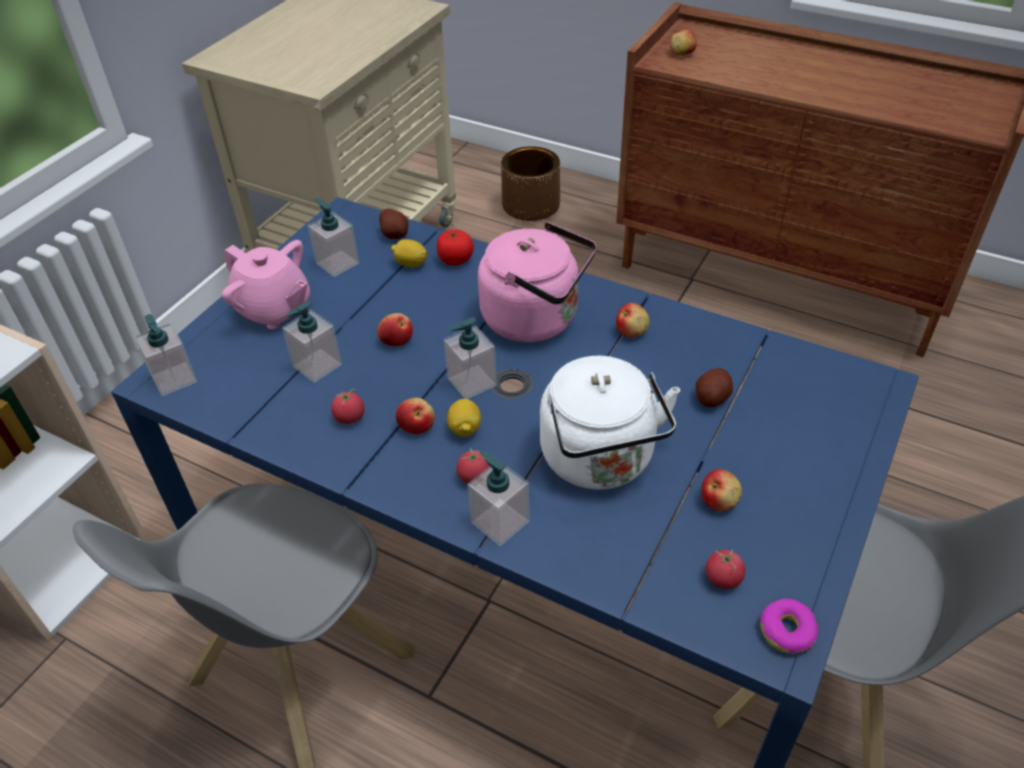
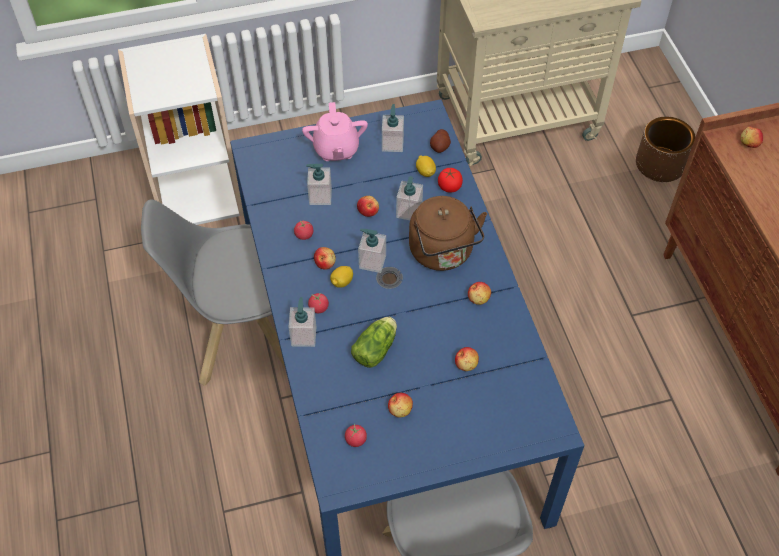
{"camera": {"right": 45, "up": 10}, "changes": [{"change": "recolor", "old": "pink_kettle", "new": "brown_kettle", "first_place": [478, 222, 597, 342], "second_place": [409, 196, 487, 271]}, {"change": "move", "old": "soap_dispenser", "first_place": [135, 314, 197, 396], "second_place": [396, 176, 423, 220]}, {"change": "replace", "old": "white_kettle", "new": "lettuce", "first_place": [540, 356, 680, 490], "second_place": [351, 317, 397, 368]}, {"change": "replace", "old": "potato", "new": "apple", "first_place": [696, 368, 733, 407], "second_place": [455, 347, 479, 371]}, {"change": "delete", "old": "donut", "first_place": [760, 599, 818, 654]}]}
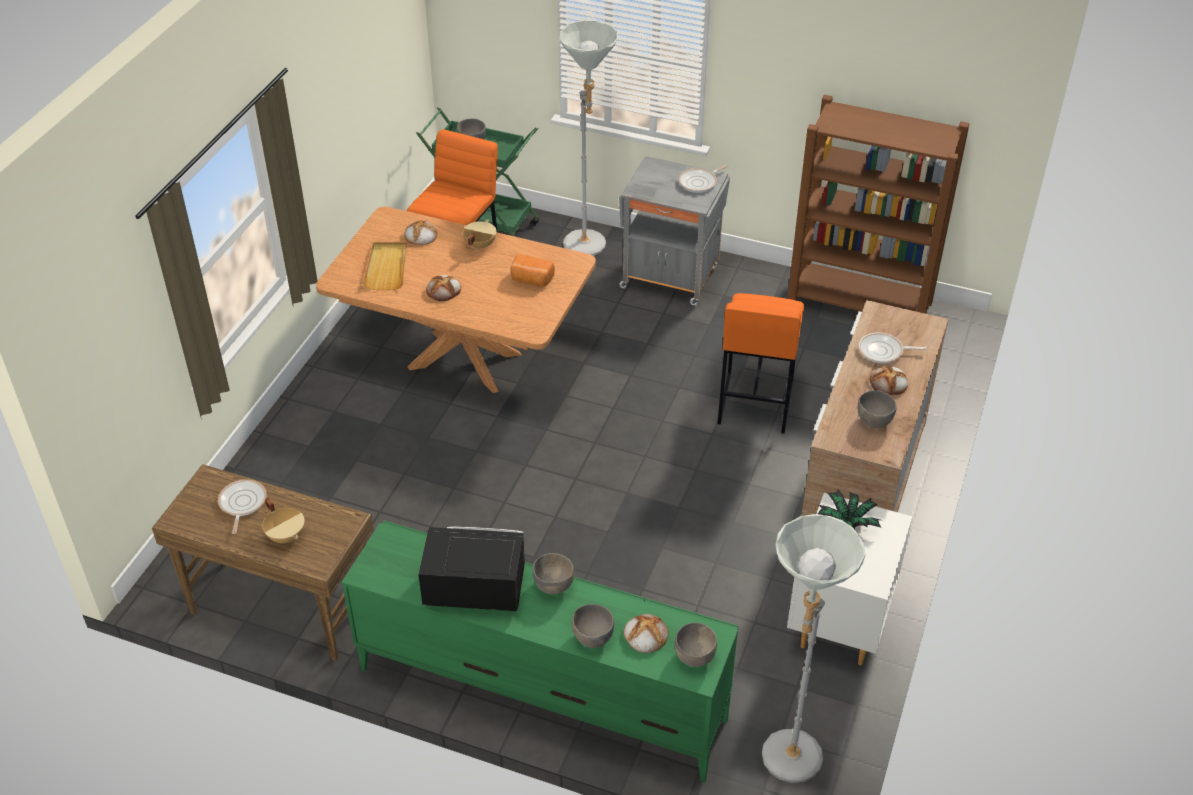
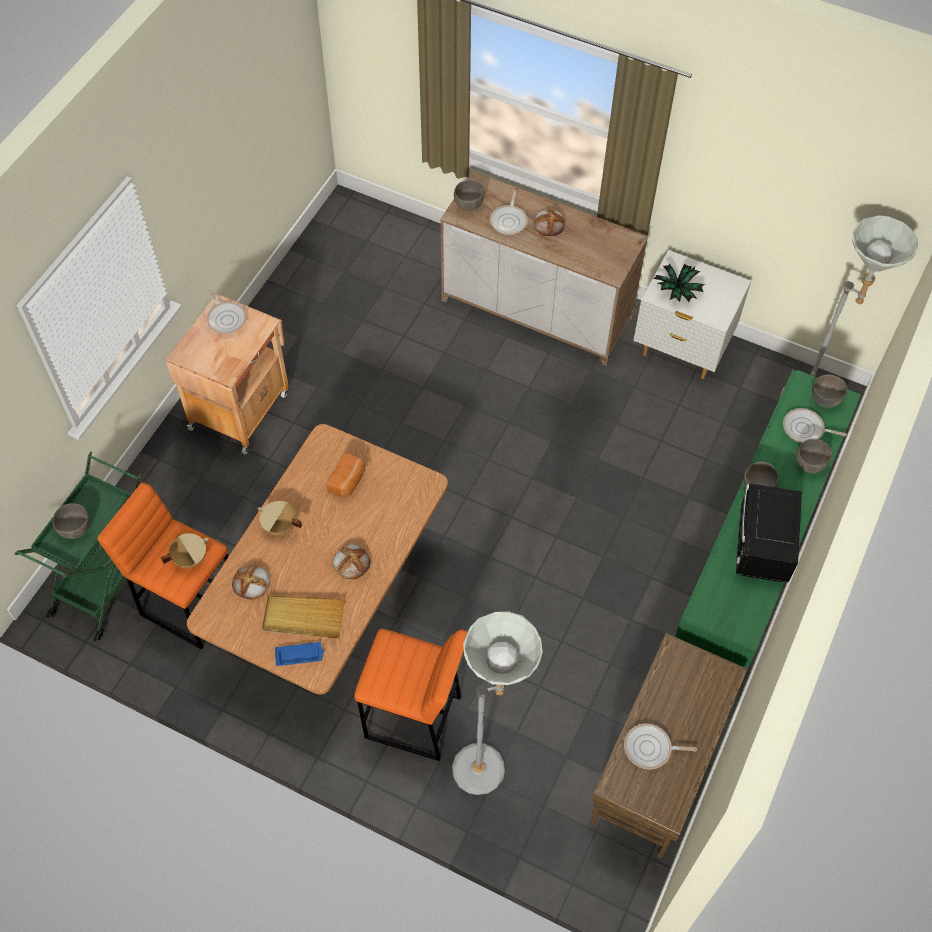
{"camera": {"right": -85, "up": 15}, "changes": [{"change": "move", "old": "grey_floor_lamp", "first_place": [559, 21, 618, 256], "second_place": [452, 611, 543, 795]}, {"change": "delete", "old": "brown_bookcase", "first_place": [787, 95, 969, 314]}, {"change": "recolor", "old": "grey_cart", "new": "brown_cart", "first_place": [619, 156, 730, 305], "second_place": [166, 294, 289, 455]}, {"change": "move", "old": "orange_stool", "first_place": [718, 293, 804, 434], "second_place": [355, 629, 468, 761]}, {"change": "move", "old": "grey_bowl", "first_place": [858, 390, 897, 428], "second_place": [454, 180, 484, 211]}, {"change": "move", "old": "beige_cooking_pot", "first_place": [262, 498, 305, 543], "second_place": [161, 533, 208, 568]}, {"change": "replace", "old": "bread", "new": "frying_pan", "first_place": [624, 614, 669, 653], "second_place": [783, 408, 847, 443]}, {"change": "insert", "new": "blue_tray", "second_place": [275, 642, 324, 666]}]}
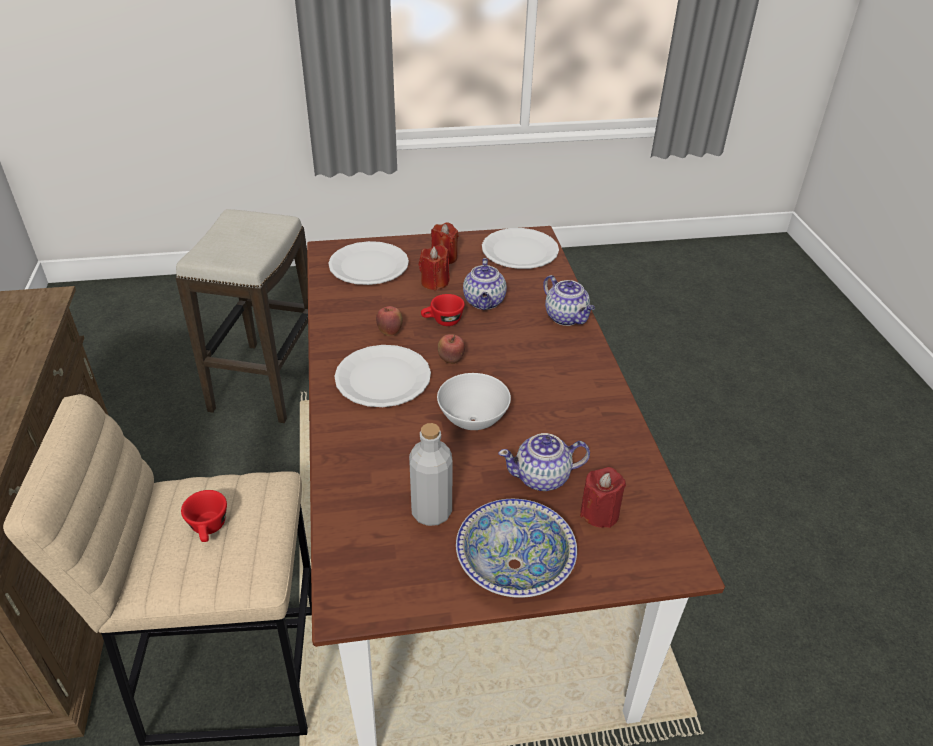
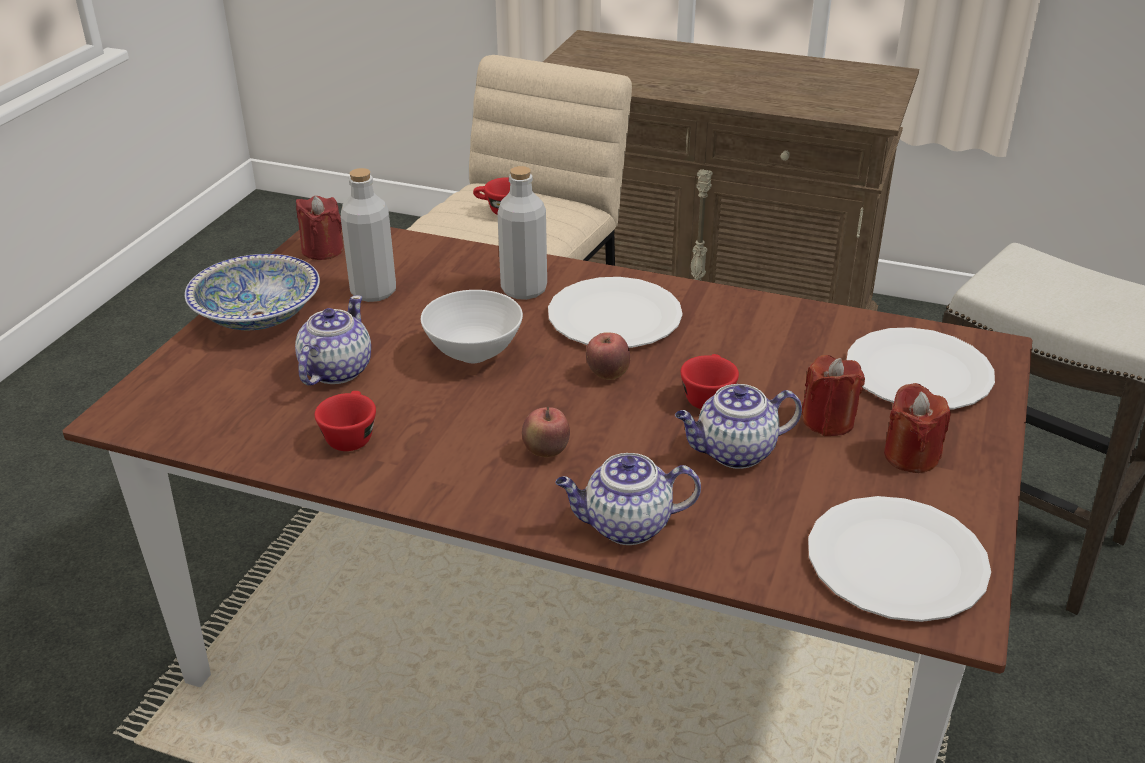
{"camera": {"right": 120, "up": -5}, "changes": [{"change": "rotate", "old": "teapot", "first_place": [463, 258, 507, 310], "second_place": [675, 384, 802, 469], "degrees": -45}, {"change": "move", "old": "apple", "first_place": [376, 306, 403, 336], "second_place": [522, 407, 570, 457]}, {"change": "move", "old": "red_candle", "first_place": [580, 467, 626, 528], "second_place": [296, 196, 344, 260]}, {"change": "insert", "new": "grey_bottle", "second_place": [497, 166, 547, 300]}, {"change": "insert", "new": "red_cup", "second_place": [315, 391, 376, 451]}]}
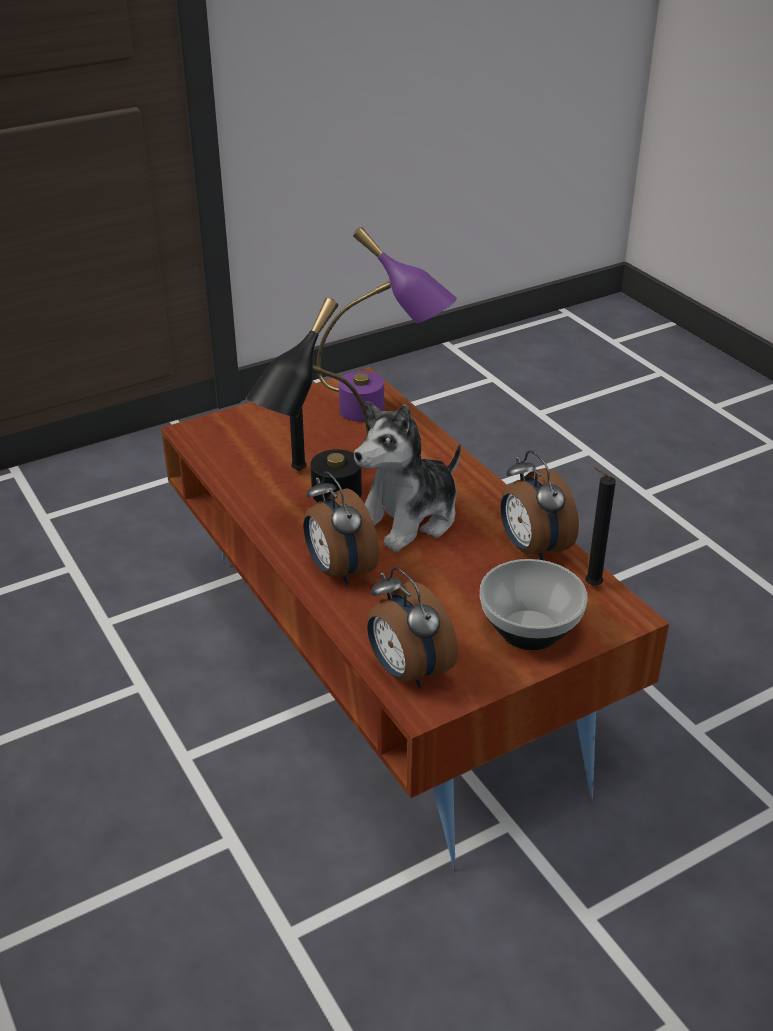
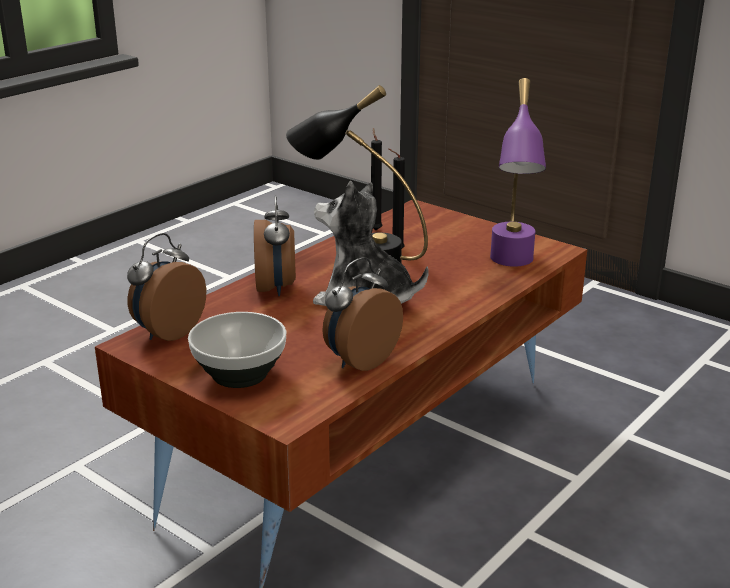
{"camera": {"right": 70, "up": -10}, "changes": [{"change": "move", "old": "black_candle", "first_place": [585, 467, 616, 586], "second_place": [371, 128, 382, 230]}, {"change": "rotate", "old": "alarm_clock", "first_place": [304, 472, 379, 585], "second_place": [254, 195, 296, 296], "degrees": 135}]}
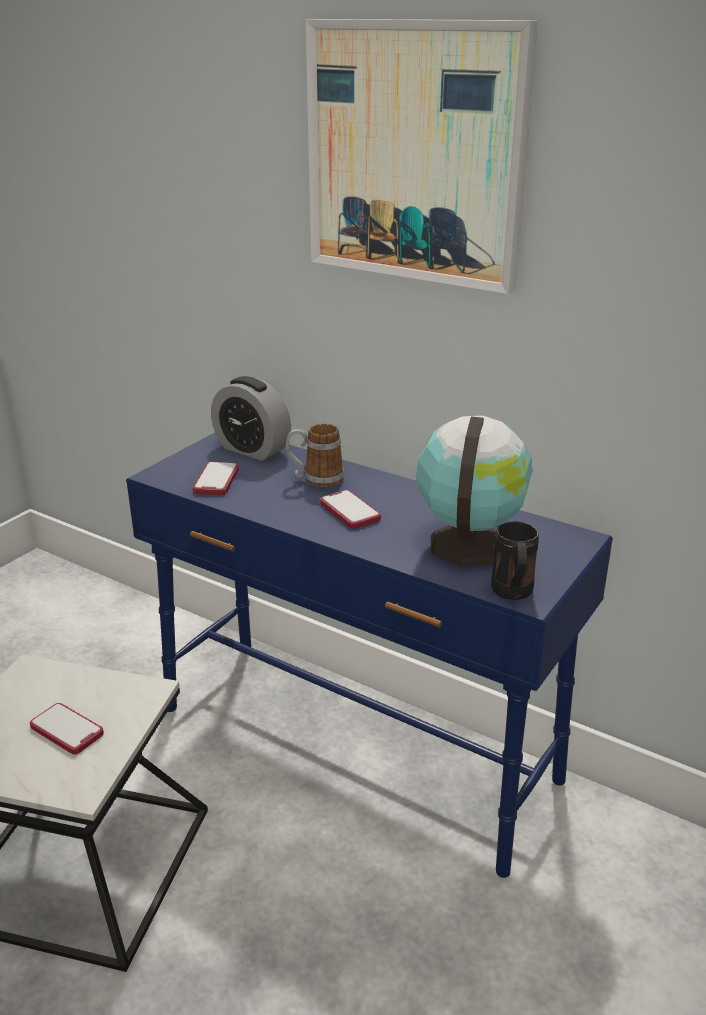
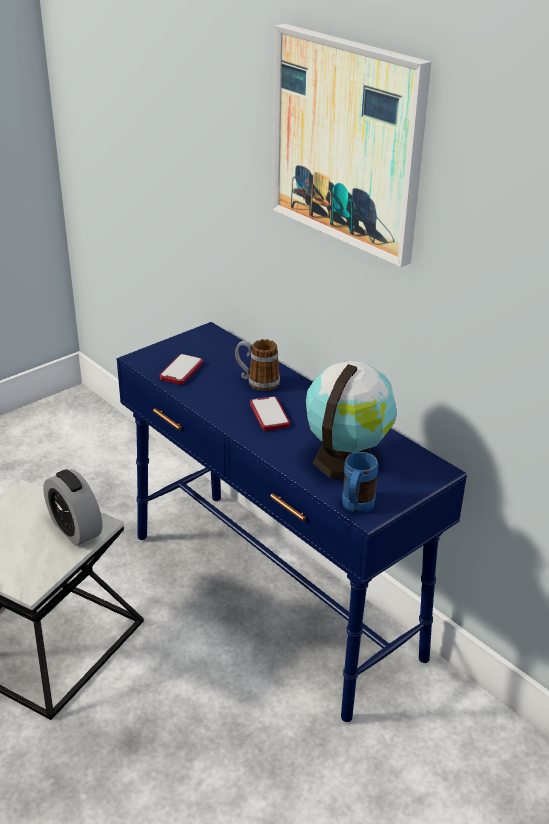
{"camera": {"right": 15, "up": 5}, "changes": [{"change": "move", "old": "alarm_clock", "first_place": [211, 376, 291, 461], "second_place": [43, 469, 102, 546]}, {"change": "recolor", "old": "black_mug", "new": "blue_mug", "first_place": [491, 521, 539, 600], "second_place": [342, 452, 378, 513]}, {"change": "delete", "old": "phone", "first_place": [30, 703, 104, 755]}]}
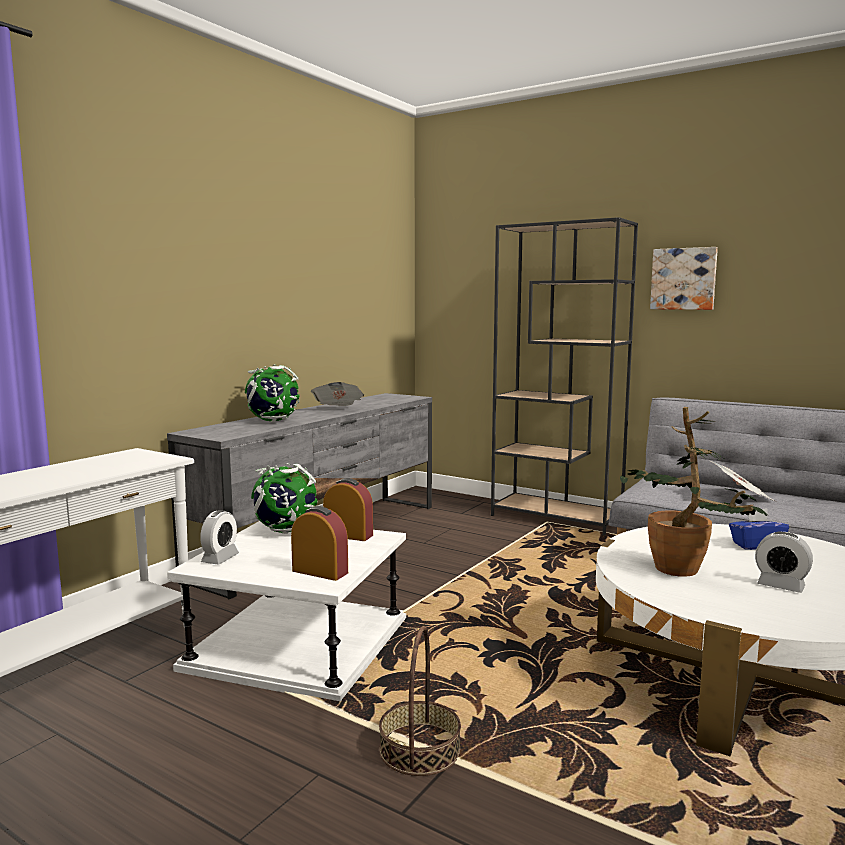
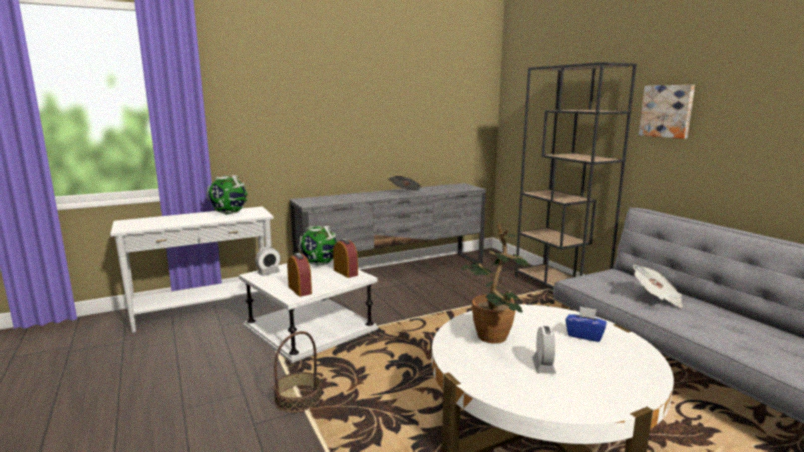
{"camera": {"right": 30, "up": 5}, "changes": [{"change": "move", "old": "globe", "first_place": [244, 365, 299, 422], "second_place": [207, 175, 248, 215]}, {"change": "rotate", "old": "alarm_clock", "first_place": [755, 532, 813, 593], "second_place": [532, 326, 556, 374], "degrees": -150}]}
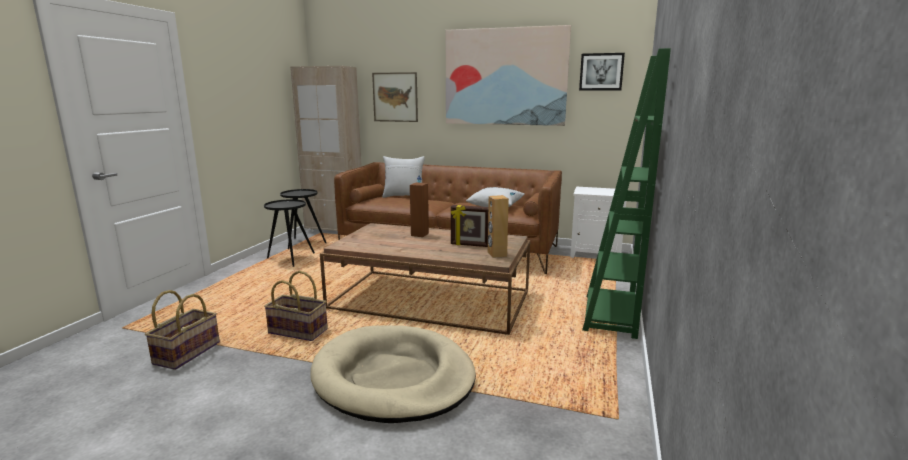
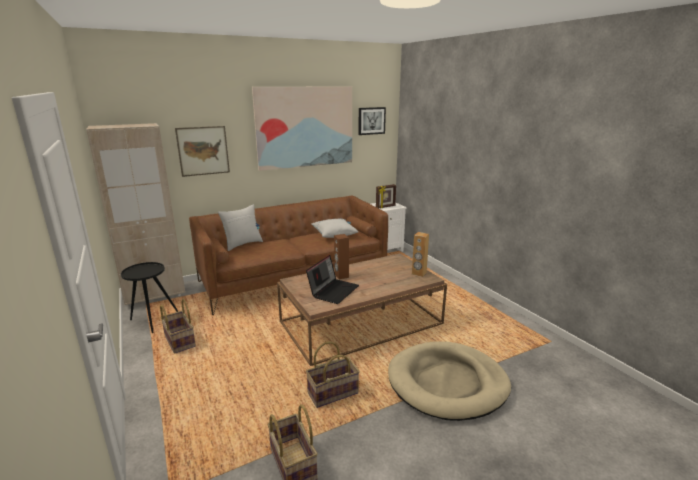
{"camera": {"right": -45, "up": 5}, "changes": [{"change": "delete", "old": "green_bookcase", "first_place": [582, 48, 671, 339]}, {"change": "replace", "old": "black_side_table", "new": "basket", "first_place": [264, 199, 315, 267], "second_place": [160, 299, 196, 354]}, {"change": "move", "old": "picture_frame", "first_place": [451, 205, 488, 247], "second_place": [376, 184, 396, 208]}, {"change": "insert", "new": "laptop", "second_place": [306, 255, 359, 304]}]}
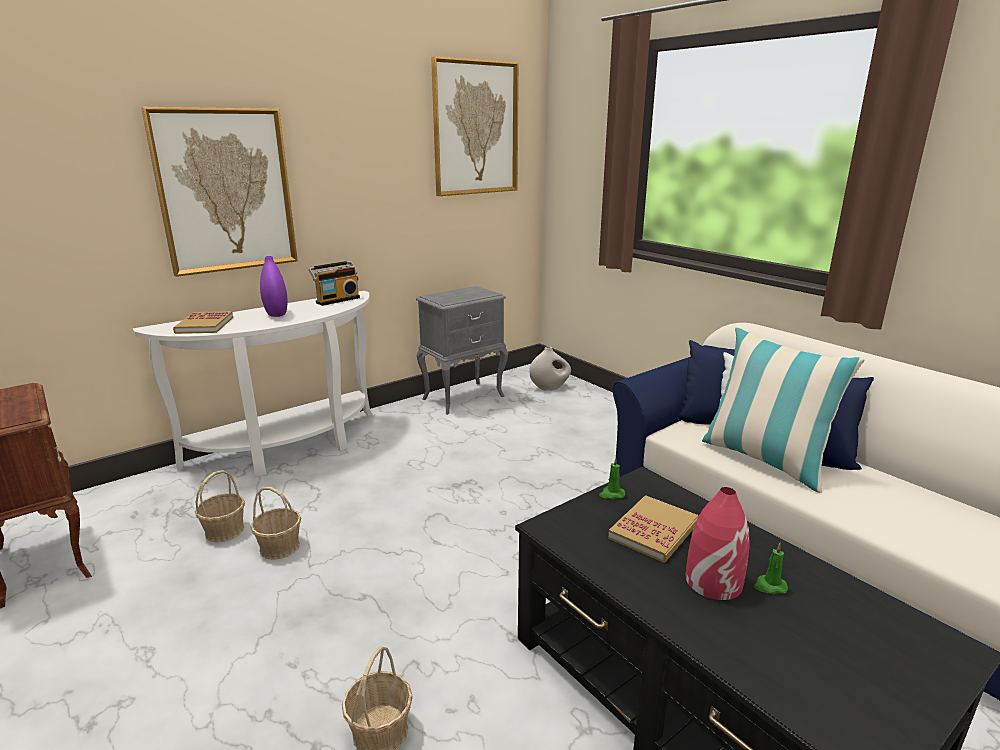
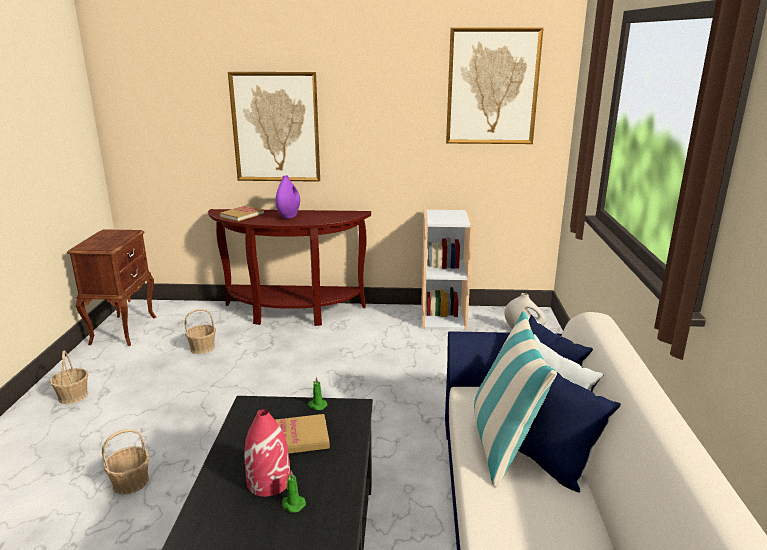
{"camera": {"right": 40, "up": 0}, "changes": [{"change": "delete", "old": "radio", "first_place": [308, 261, 360, 306]}, {"change": "replace", "old": "grey_nightstand", "new": "bookcase", "first_place": [416, 286, 508, 415], "second_place": [421, 209, 473, 330]}, {"change": "recolor", "old": "white_console_table", "new": "brown_console_table", "first_place": [133, 291, 371, 477], "second_place": [208, 209, 371, 326]}, {"change": "move", "old": "basket", "first_place": [250, 487, 301, 560], "second_place": [50, 350, 88, 404]}]}
